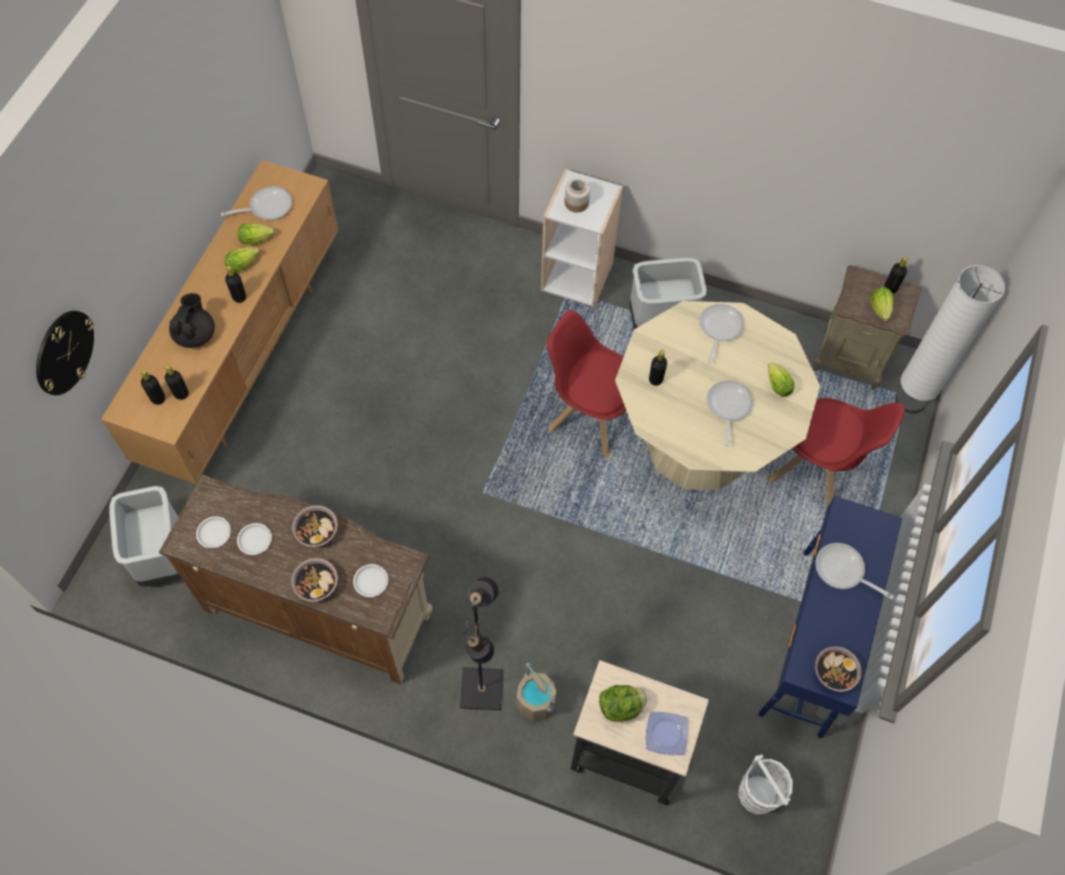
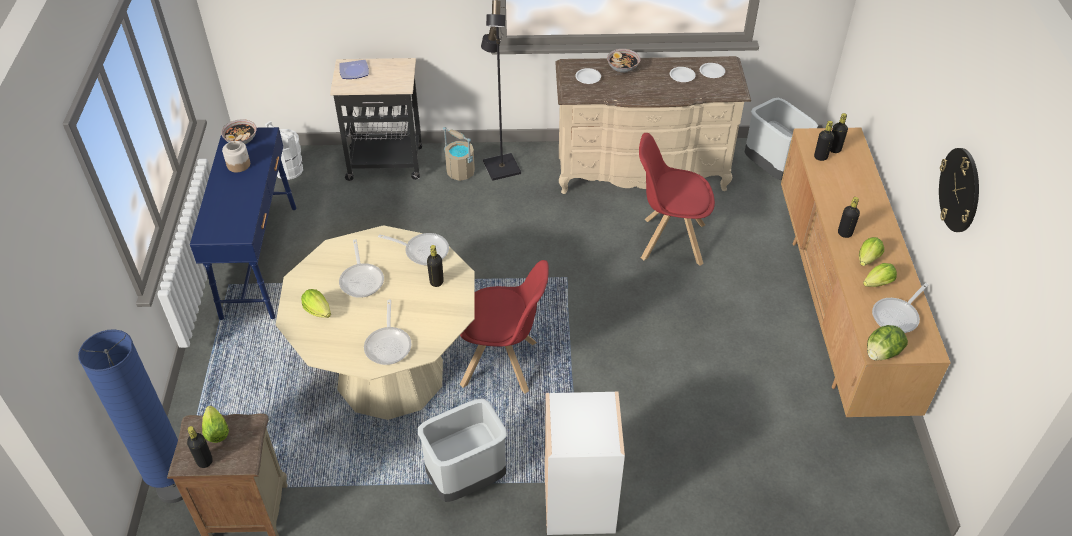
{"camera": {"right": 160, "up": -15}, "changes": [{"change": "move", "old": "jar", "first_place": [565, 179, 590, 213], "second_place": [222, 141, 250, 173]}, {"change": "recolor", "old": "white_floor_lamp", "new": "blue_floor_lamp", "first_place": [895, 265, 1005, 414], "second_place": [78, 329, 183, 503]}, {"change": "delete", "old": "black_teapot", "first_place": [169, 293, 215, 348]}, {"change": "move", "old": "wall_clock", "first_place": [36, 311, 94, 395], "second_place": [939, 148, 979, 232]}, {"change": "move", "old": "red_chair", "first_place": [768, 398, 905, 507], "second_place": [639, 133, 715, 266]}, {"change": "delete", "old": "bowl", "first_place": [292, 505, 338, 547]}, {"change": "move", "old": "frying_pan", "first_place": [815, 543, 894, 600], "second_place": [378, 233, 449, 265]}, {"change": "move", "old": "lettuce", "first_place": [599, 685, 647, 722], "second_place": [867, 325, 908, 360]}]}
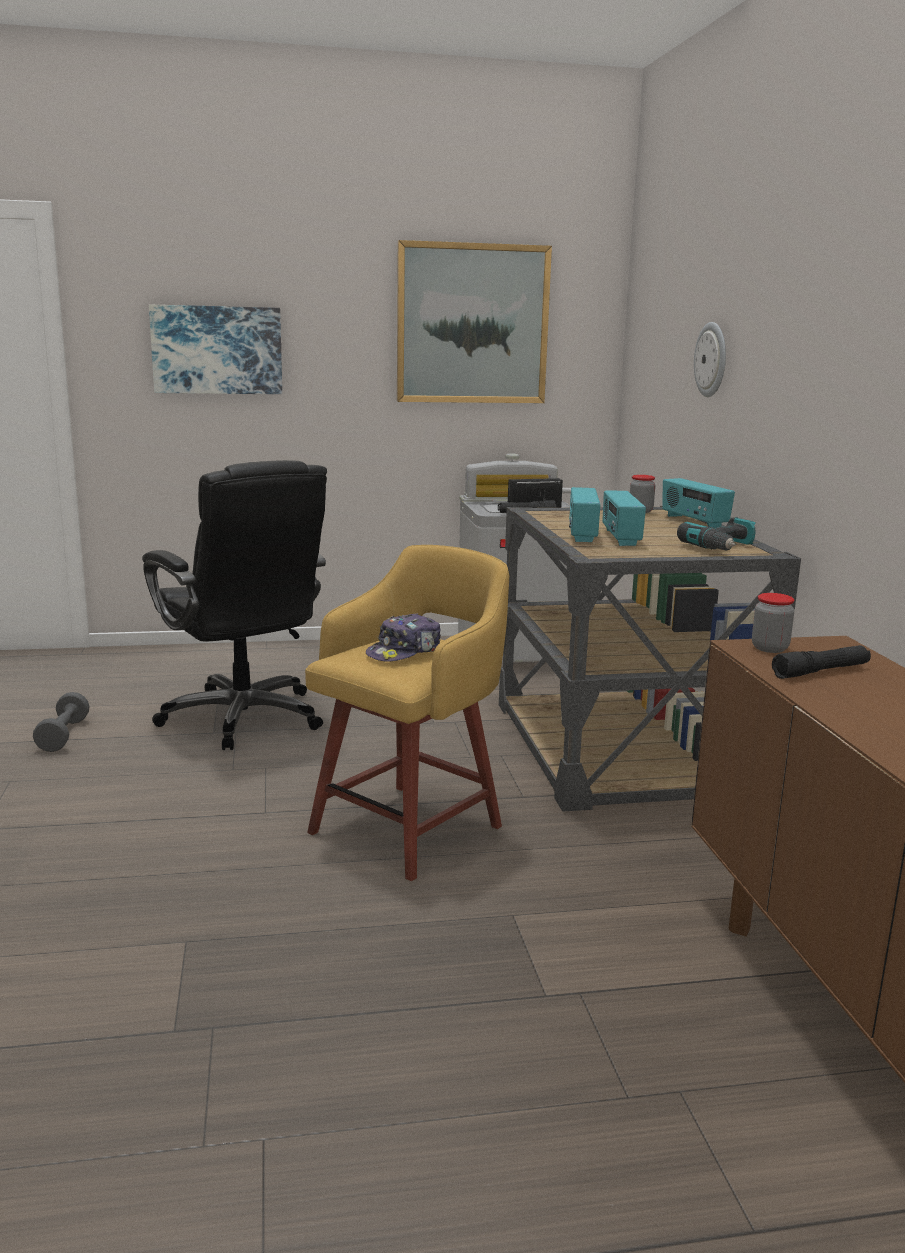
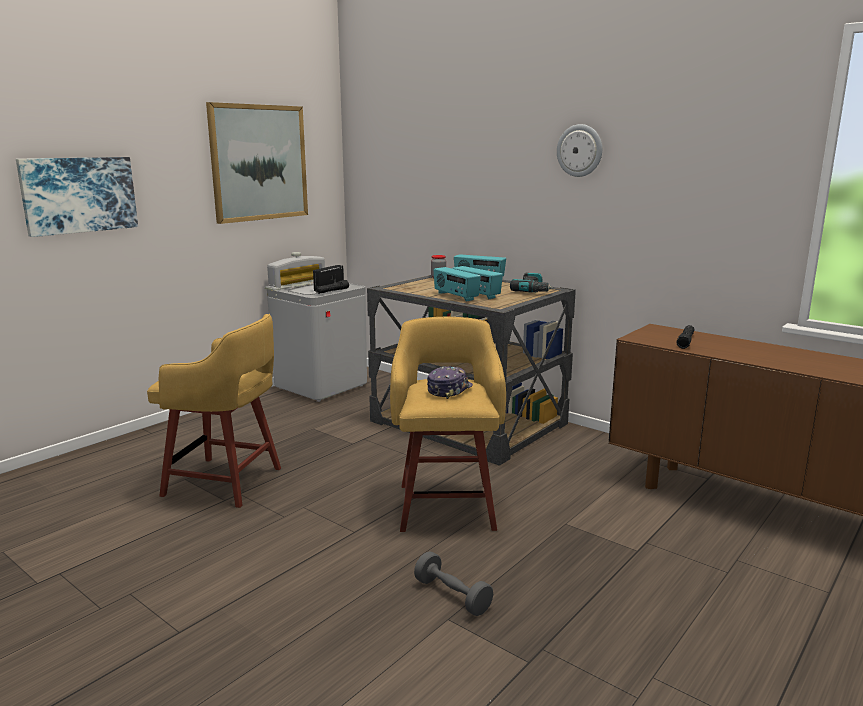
{"camera": {"right": -40, "up": 0}, "changes": [{"change": "move", "old": "wall_clock", "first_place": [694, 322, 726, 397], "second_place": [557, 124, 602, 177]}, {"change": "replace", "old": "black_office_chair", "new": "yellow_stool", "first_place": [142, 460, 327, 750], "second_place": [147, 314, 281, 508]}, {"change": "delete", "old": "jar", "first_place": [752, 593, 794, 653]}, {"change": "rotate", "old": "cap", "first_place": [366, 613, 441, 662], "second_place": [427, 366, 473, 399], "degrees": -150}, {"change": "move", "old": "grey_dumbbell", "first_place": [33, 692, 90, 752], "second_place": [414, 551, 493, 616]}]}
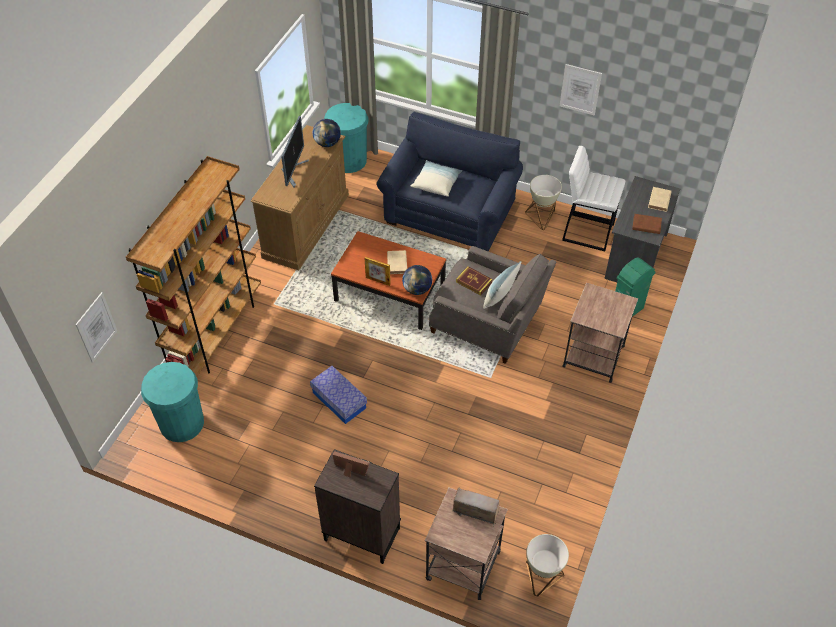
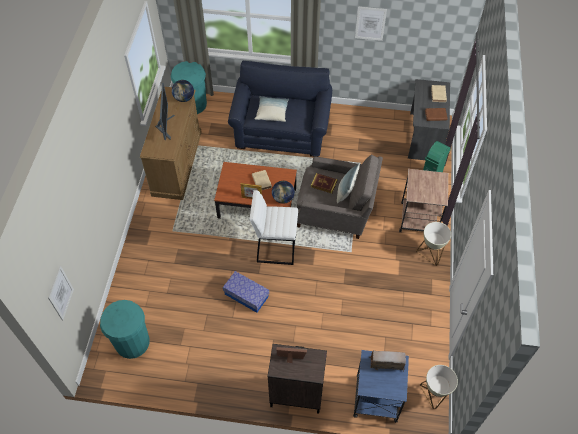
{"camera": {"right": -15, "up": 5}, "changes": [{"change": "move", "old": "white_stool", "first_place": [562, 146, 625, 251], "second_place": [250, 190, 298, 265]}, {"change": "delete", "old": "brown_bookcase", "first_place": [126, 156, 261, 377]}, {"change": "move", "old": "planter", "first_place": [525, 175, 562, 230], "second_place": [416, 222, 451, 266]}, {"change": "recolor", "old": "brown_cart", "new": "blue_cart", "first_place": [425, 488, 507, 600], "second_place": [353, 350, 409, 423]}]}
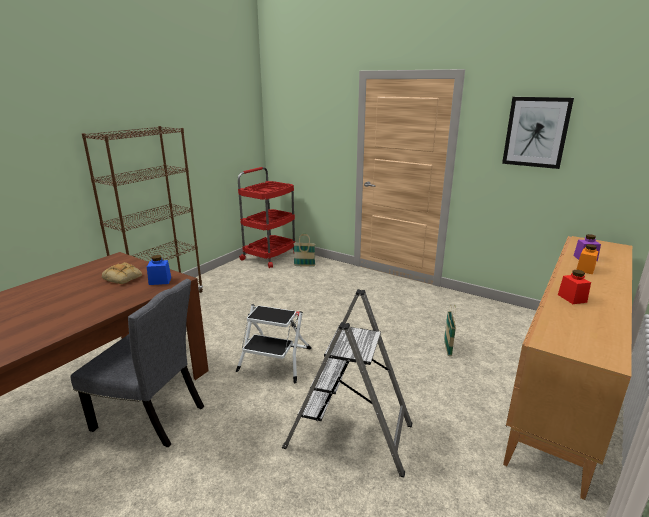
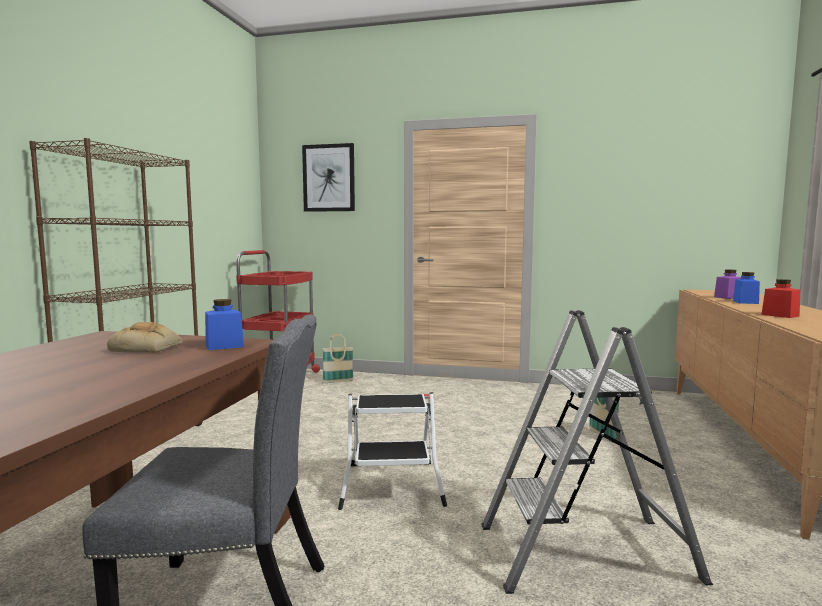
{"camera": {"right": -20, "up": -15}, "changes": [{"change": "move", "old": "picture", "first_place": [502, 97, 574, 169], "second_place": [302, 143, 355, 212]}, {"change": "recolor", "old": "orange_jar", "new": "blue_jar", "first_place": [576, 244, 599, 274], "second_place": [733, 272, 760, 304]}]}
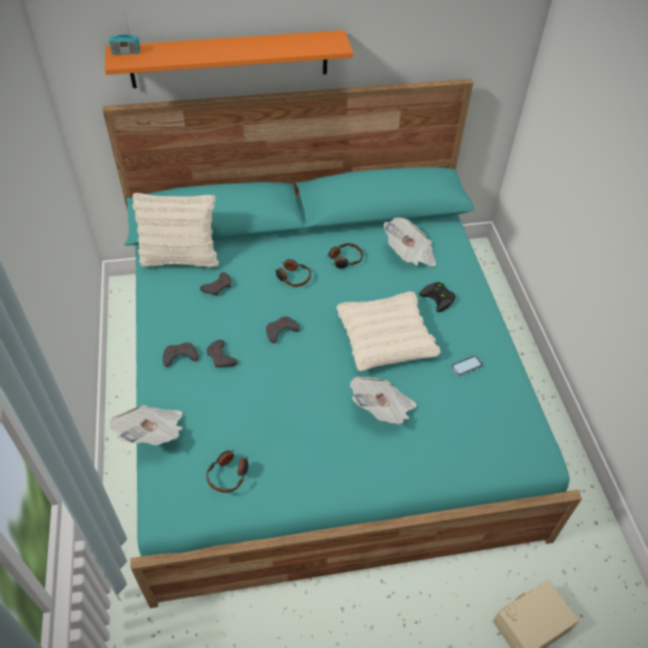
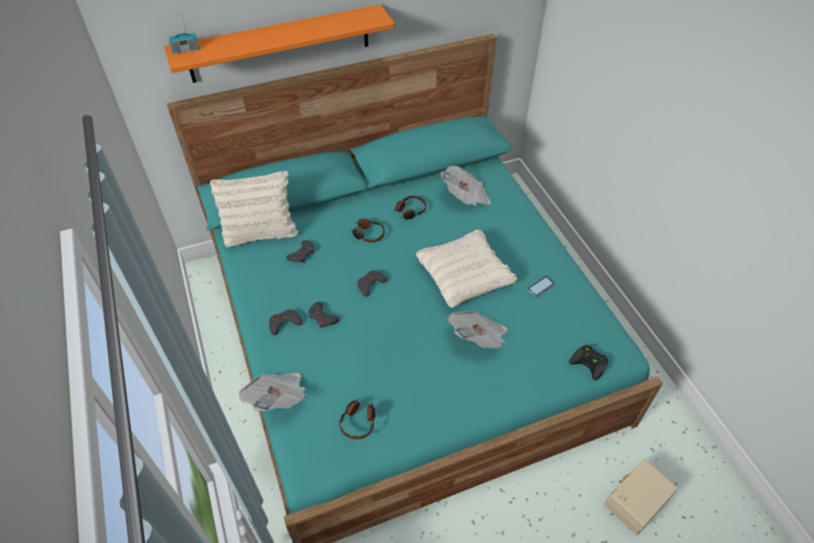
{"camera": {"right": -10, "up": 0}, "changes": [{"change": "move", "old": "black_game_controller", "first_place": [419, 282, 456, 312], "second_place": [569, 345, 608, 380]}]}
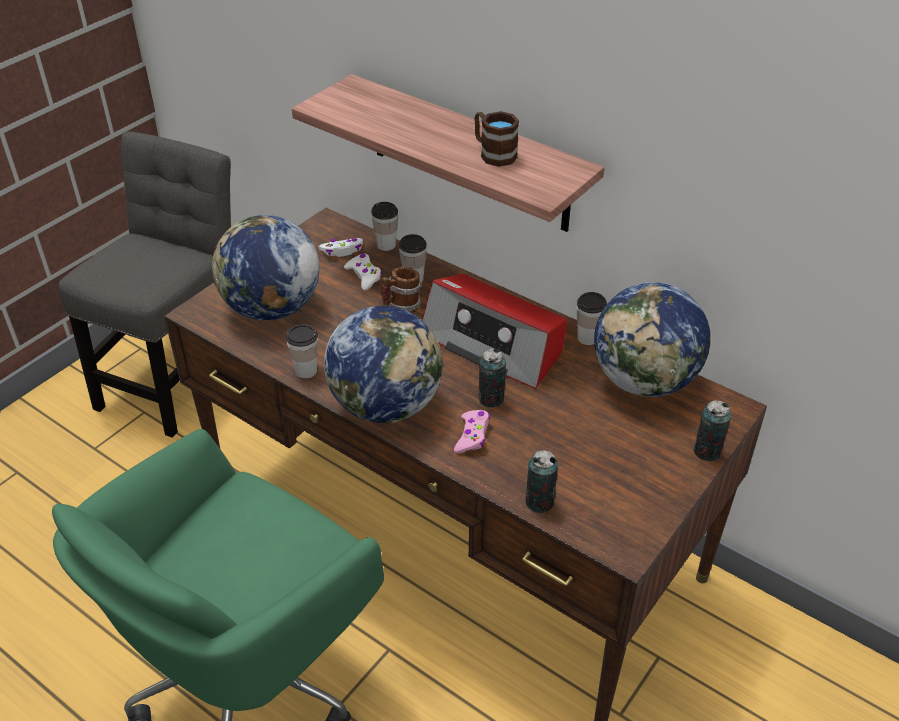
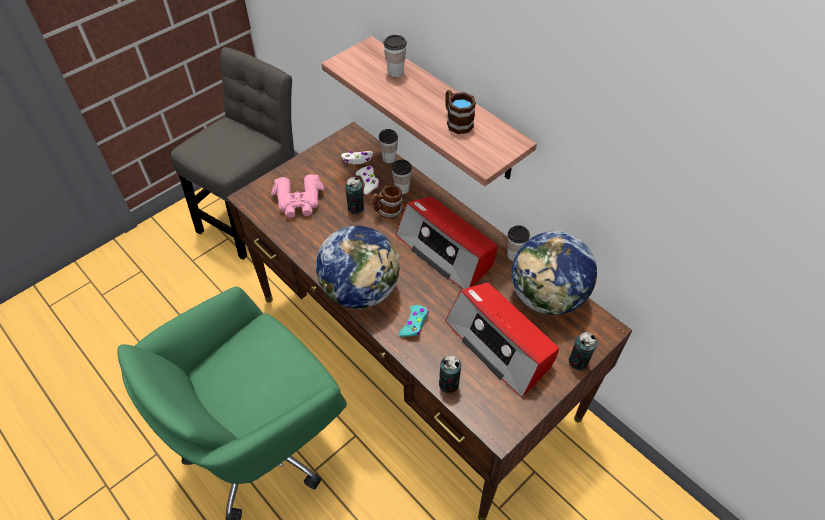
{"camera": {"right": 10, "up": 10}, "changes": [{"change": "replace", "old": "globe", "new": "pink_binoculars", "first_place": [212, 215, 320, 320], "second_place": [272, 174, 324, 218]}, {"change": "move", "old": "cup", "first_place": [286, 324, 318, 379], "second_place": [384, 35, 407, 77]}, {"change": "move", "old": "can", "first_place": [478, 349, 506, 408], "second_place": [345, 177, 364, 214]}, {"change": "recolor", "old": "pink_game_controller", "new": "turquoise_game_controller", "first_place": [454, 410, 490, 453], "second_place": [399, 305, 429, 337]}, {"change": "insert", "new": "radio", "second_place": [445, 282, 559, 398]}]}
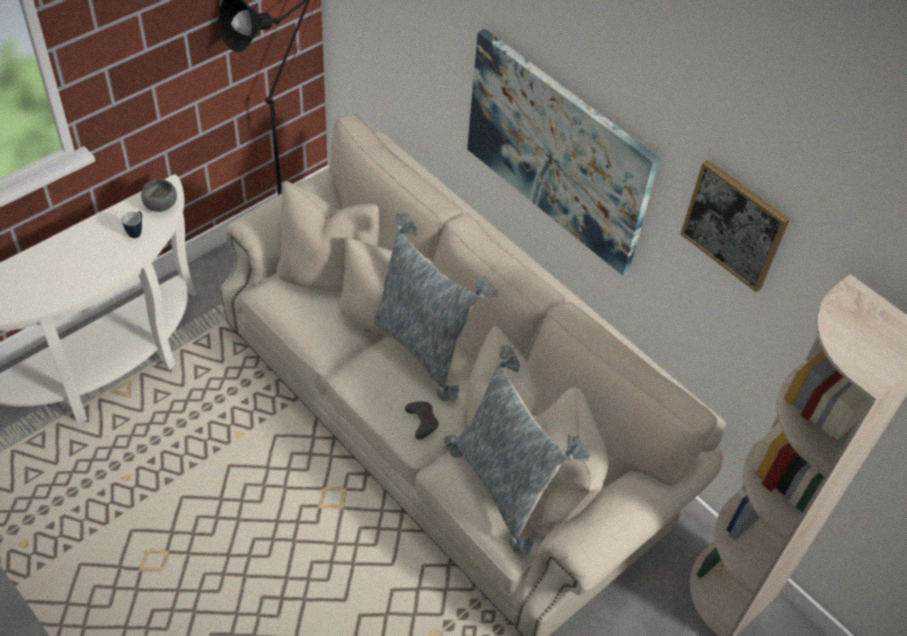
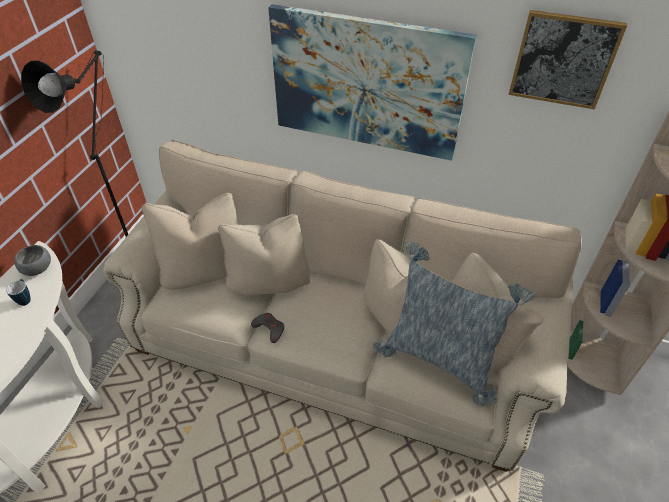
{"camera": {"right": -25, "up": -5}, "changes": [{"change": "delete", "old": "pillow", "first_place": [365, 213, 498, 402]}, {"change": "move", "old": "grey_game_controller", "first_place": [405, 402, 438, 440], "second_place": [251, 313, 284, 343]}]}
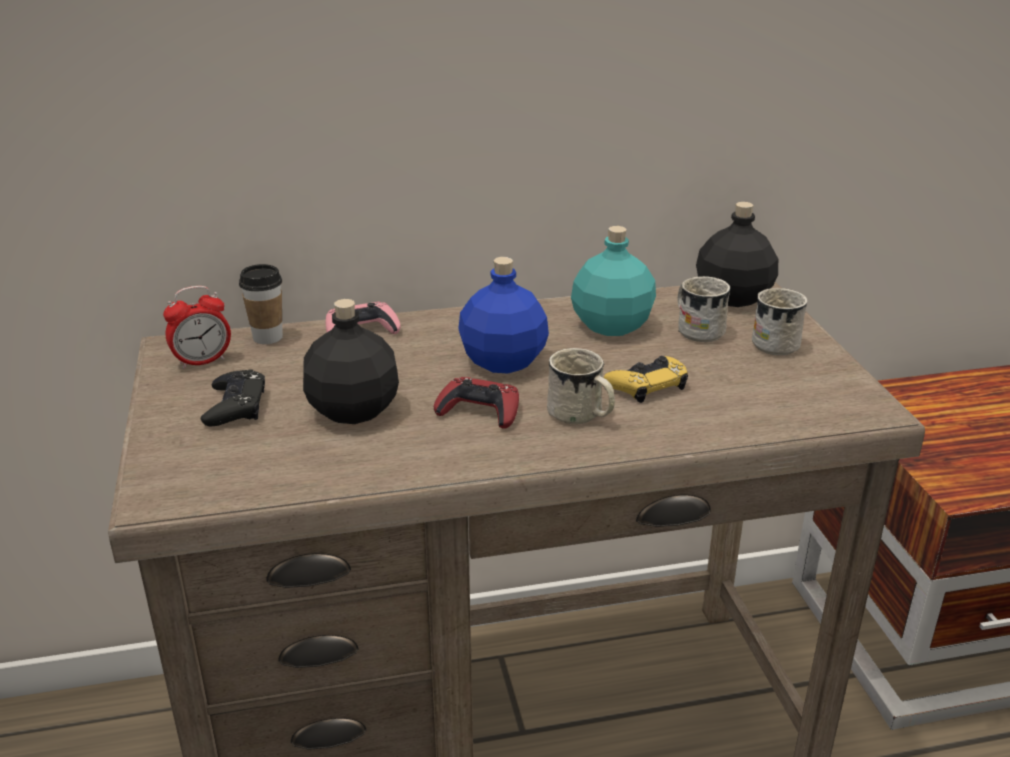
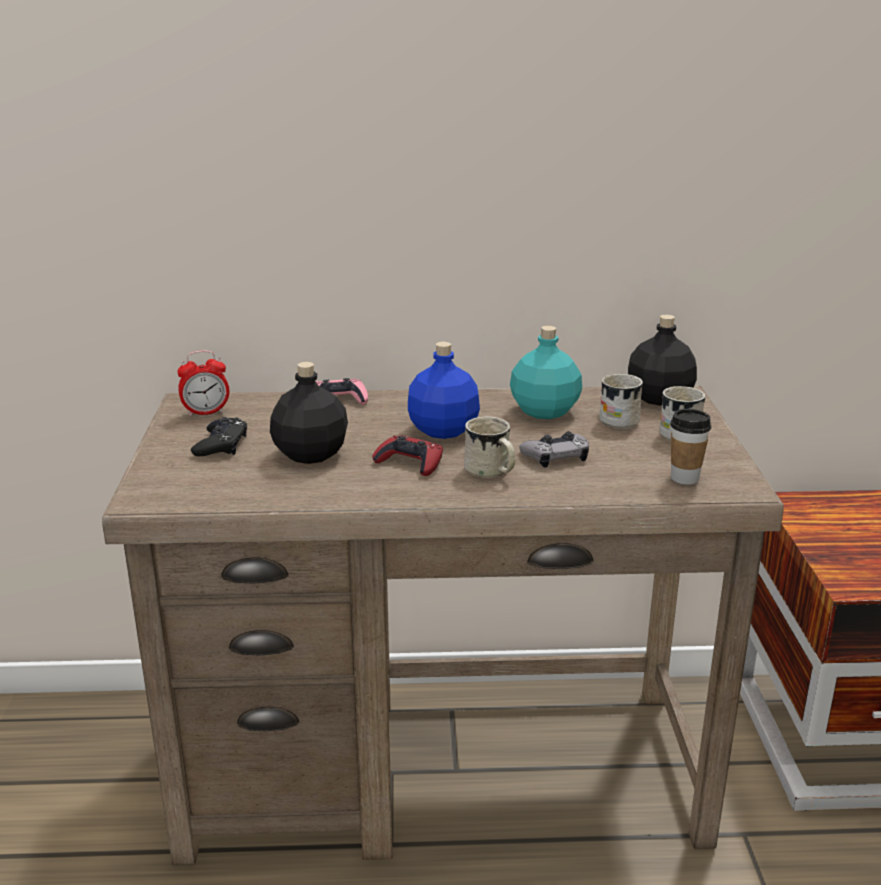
{"camera": {"right": 10, "up": -5}, "changes": [{"change": "move", "old": "cup", "first_place": [239, 264, 283, 344], "second_place": [670, 409, 711, 485]}, {"change": "recolor", "old": "yellow_game_controller", "new": "grey_game_controller", "first_place": [604, 356, 688, 403], "second_place": [519, 431, 589, 468]}]}
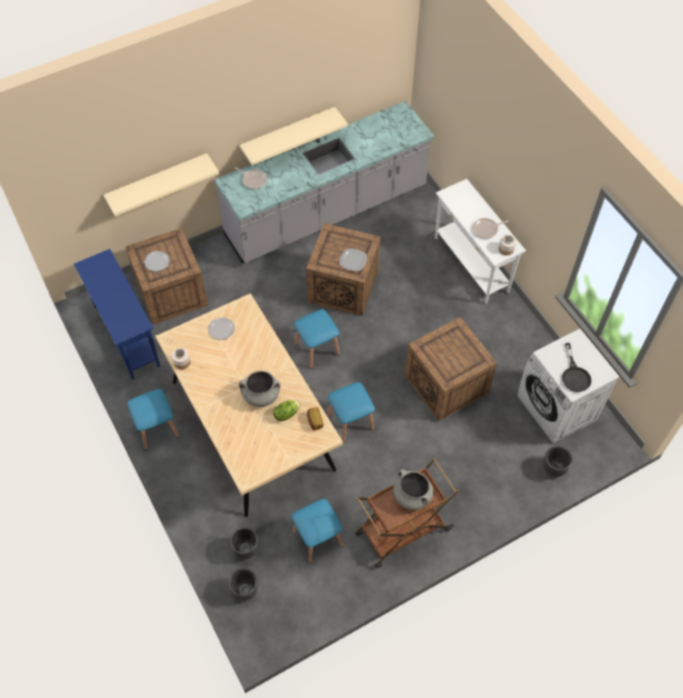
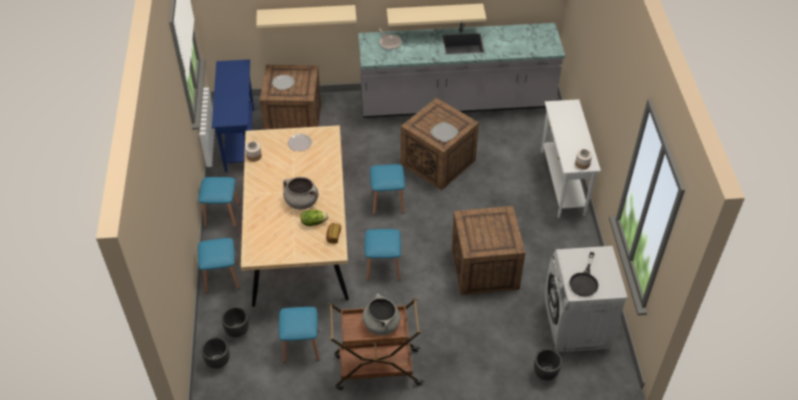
{"camera": {"right": 25, "up": -10}, "changes": [{"change": "delete", "old": "frying_pan", "first_place": [473, 218, 509, 239]}, {"change": "insert", "new": "blue_stool", "second_place": [198, 238, 240, 293]}]}
